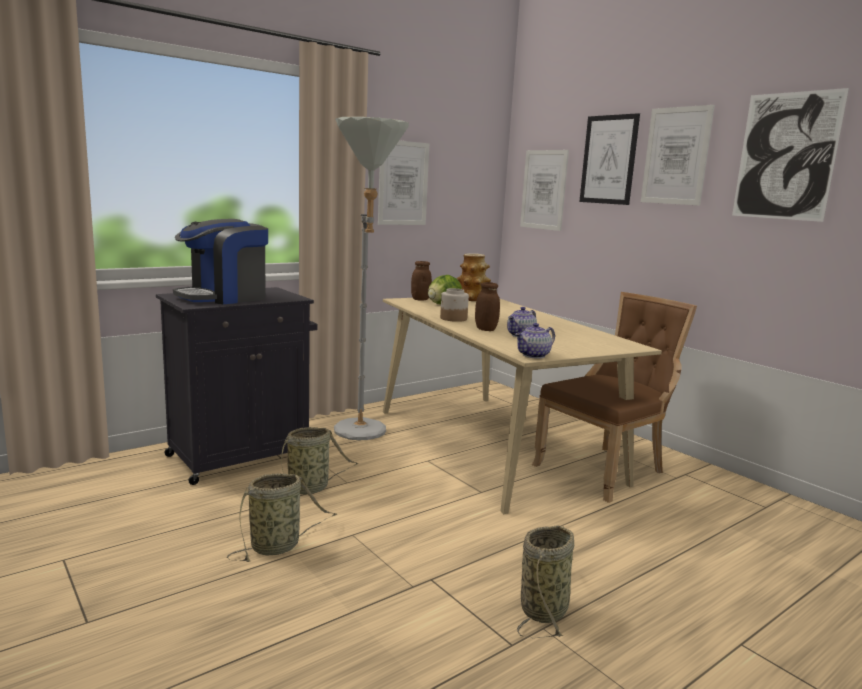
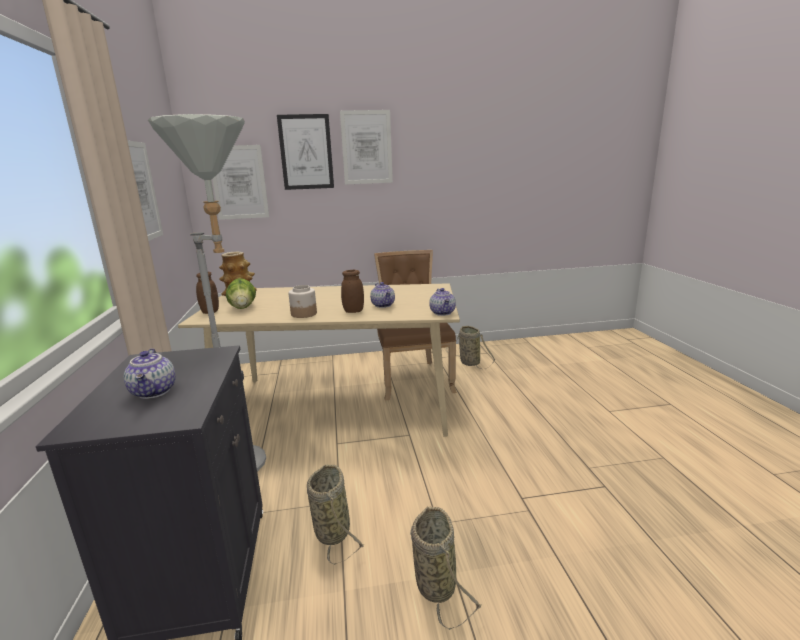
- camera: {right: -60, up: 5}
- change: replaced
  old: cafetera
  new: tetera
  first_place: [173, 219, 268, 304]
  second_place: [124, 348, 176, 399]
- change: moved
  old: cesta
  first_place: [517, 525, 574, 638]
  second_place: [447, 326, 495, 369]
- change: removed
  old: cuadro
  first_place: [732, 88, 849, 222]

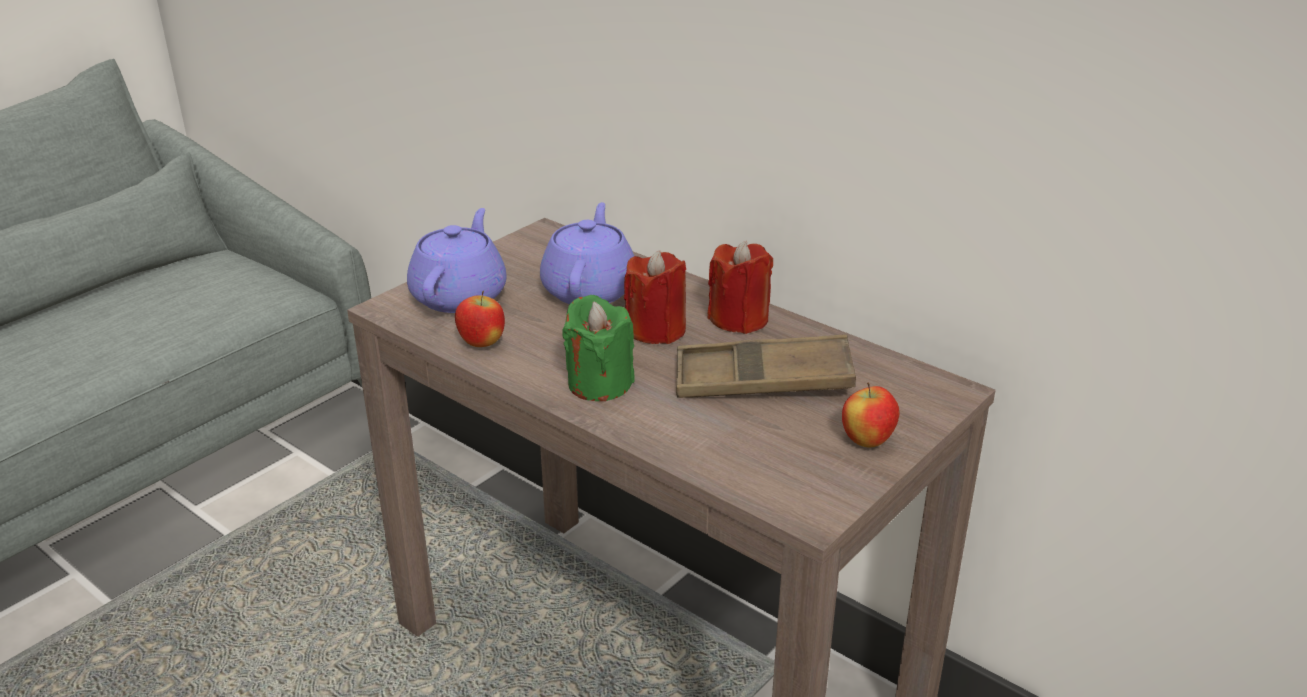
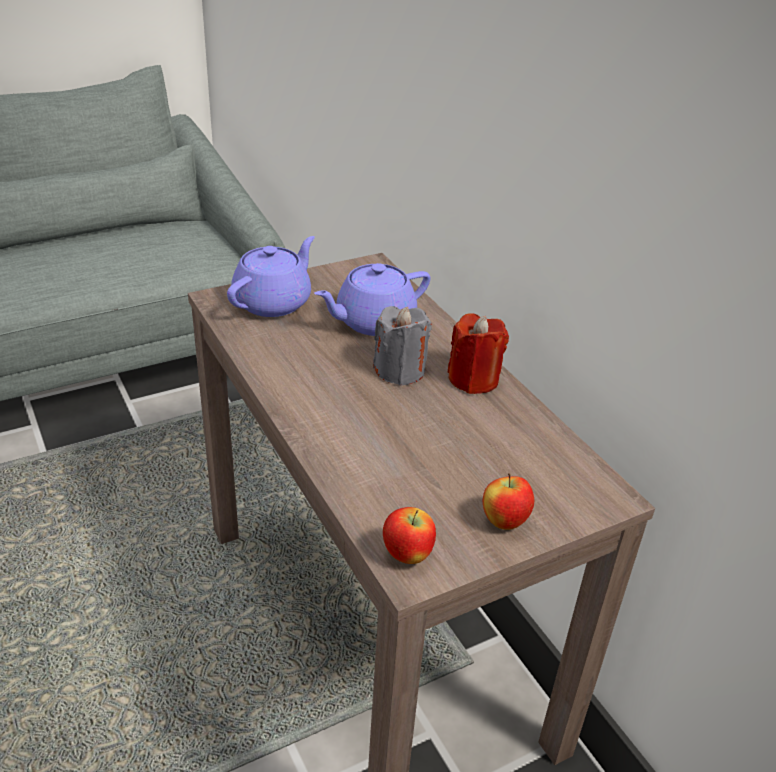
- camera: {right: 20, up: 5}
- change: moved
  old: manzana
  first_place: [455, 291, 505, 347]
  second_place: [383, 507, 436, 564]
- change: turned
  old: tetera/morado
  first_place: [540, 202, 634, 304]
  second_place: [314, 263, 430, 336]
  degrees: -150
- change: removed
  old: vela/verde
  first_place: [562, 295, 635, 401]
- change: recoloured
  old: vela/rojo
  new: vela/gris
  first_place: [624, 250, 686, 344]
  second_place: [373, 306, 432, 386]
- change: removed
  old: bandeja/marrón
  first_place: [676, 335, 856, 398]

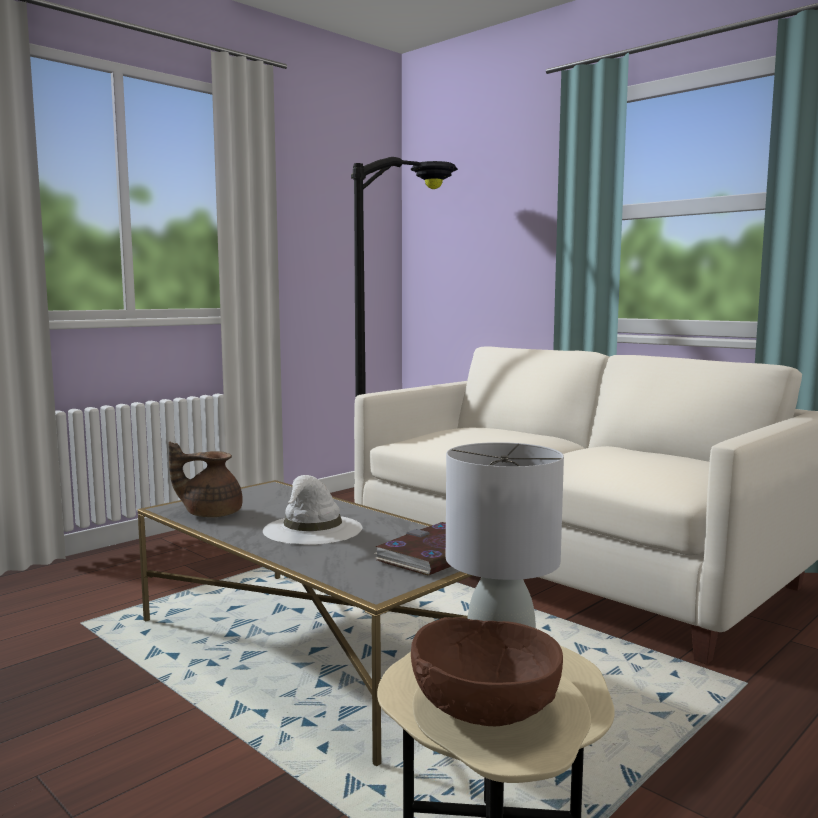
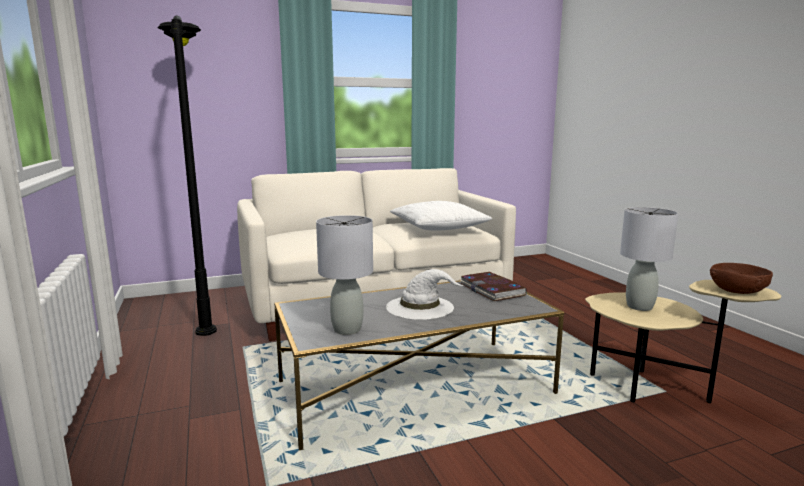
- camera: {right: -65, up: 5}
- change: replaced
  old: tetera/marrón
  new: lámpara de mesa/gris
  first_place: [169, 442, 243, 517]
  second_place: [316, 215, 373, 335]
- change: added
  new: cojín/blanco
  second_place: [390, 201, 492, 231]

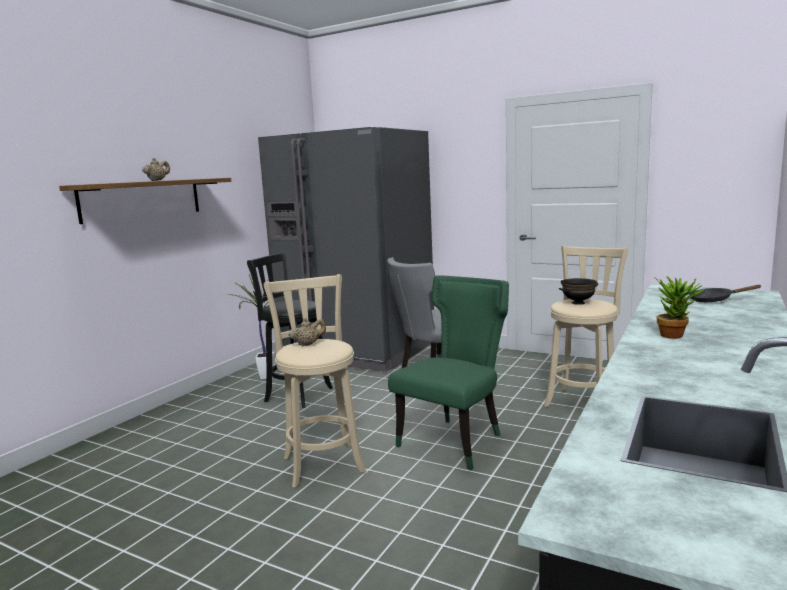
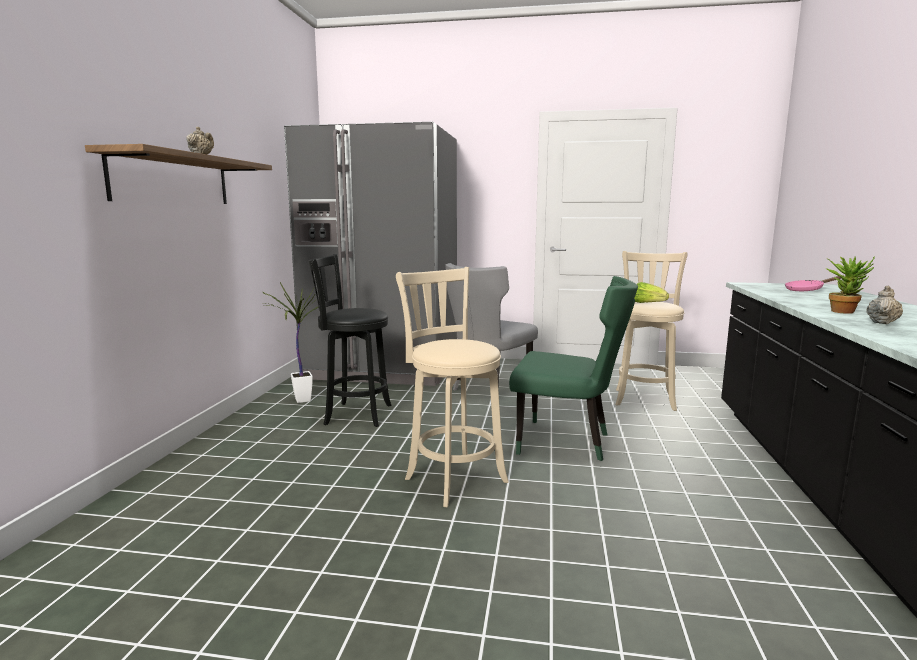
- camera: {right: -20, up: 0}
- change: moved
  old: tetera/beis
  first_place: [288, 318, 326, 346]
  second_place: [866, 286, 903, 324]
- change: turned
  old: silla/verde
  first_place: [388, 276, 509, 470]
  second_place: [509, 276, 638, 461]
  degrees: 90
- change: replaced
  old: cuenco/negro
  new: lechuga
  first_place: [559, 278, 598, 305]
  second_place: [634, 282, 669, 303]
- change: recoloured
  old: sartén/negro
  new: sartén/rosa
  first_place: [689, 285, 762, 302]
  second_place: [785, 276, 841, 291]

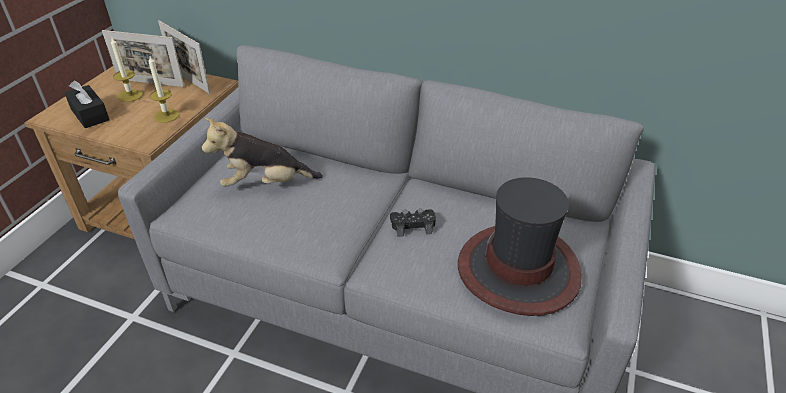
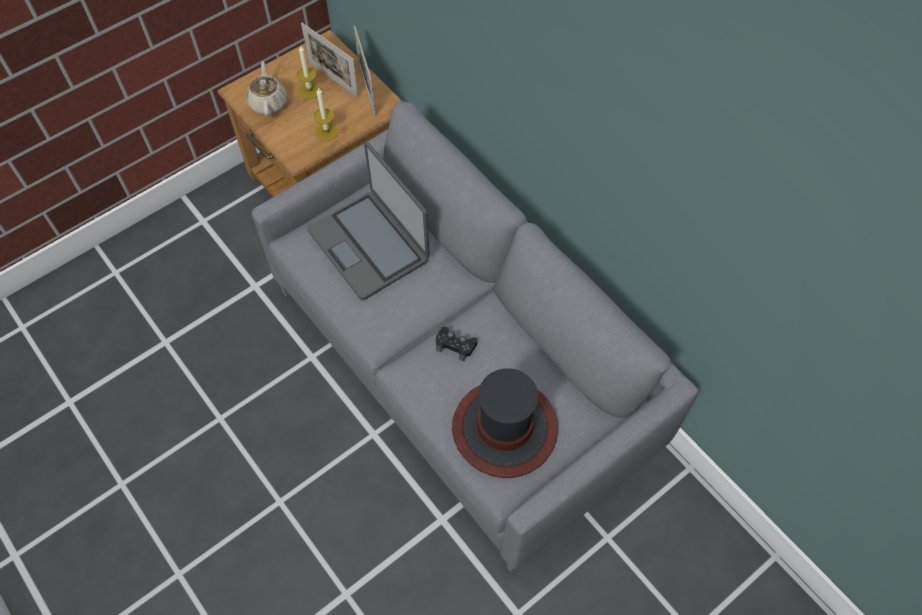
- camera: {right: 30, up: 20}
- change: replaced
  old: caja de pañuelos/negro
  new: tetera/beis
  first_place: [65, 81, 110, 128]
  second_place: [247, 61, 287, 117]
- change: replaced
  old: peluche
  new: portátil
  first_place: [201, 118, 323, 187]
  second_place: [307, 141, 430, 300]

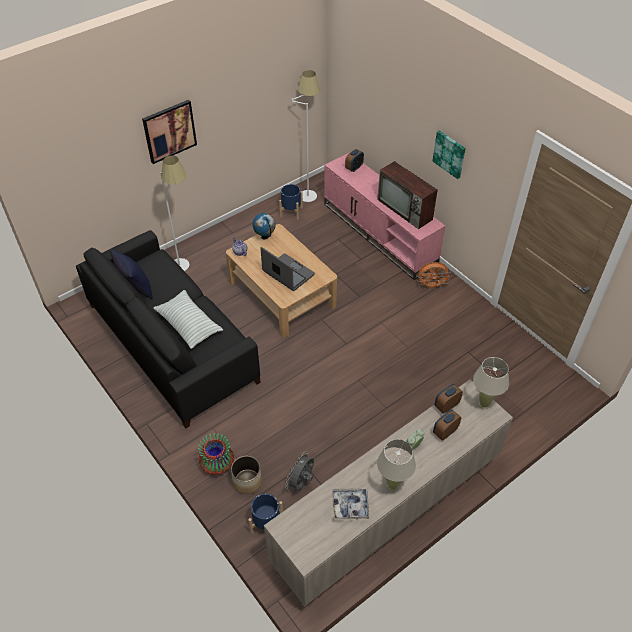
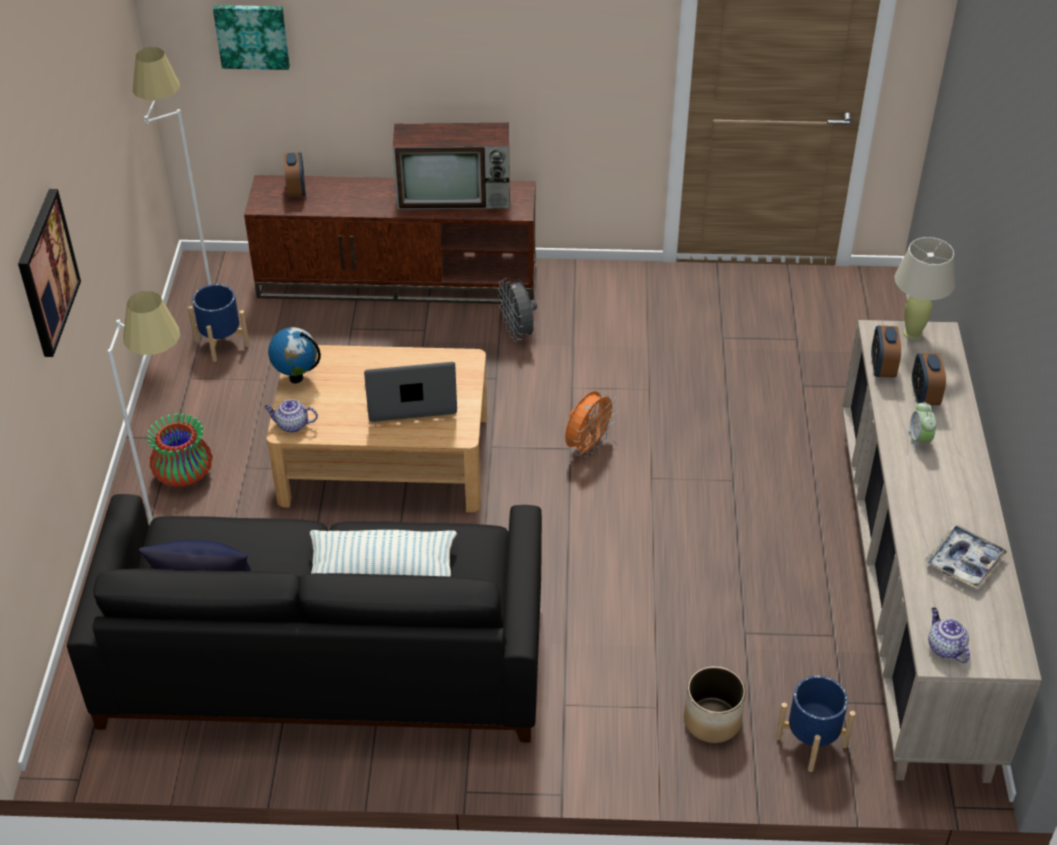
- camera: {right: -50, up: -5}
- change: moved
  old: florero
  first_place: [198, 433, 234, 475]
  second_place: [146, 413, 213, 487]
- change: moved
  old: ventilador/gris
  first_place: [285, 451, 314, 492]
  second_place: [498, 278, 537, 342]
- change: recoloured
  old: mueble de televisión/rosa
  new: mueble de televisión/marrón
  first_place: [324, 152, 445, 280]
  second_place: [244, 175, 536, 304]
- change: removed
  old: lámpara de mesa/beis
  first_place: [377, 439, 416, 491]
- change: moved
  old: ventilador/naranja
  first_place: [417, 262, 452, 289]
  second_place: [565, 391, 617, 458]
- change: moved
  old: cuadro
  first_place: [433, 131, 466, 179]
  second_place: [213, 5, 290, 70]
- change: added
  new: tetera
  second_place: [928, 607, 970, 663]

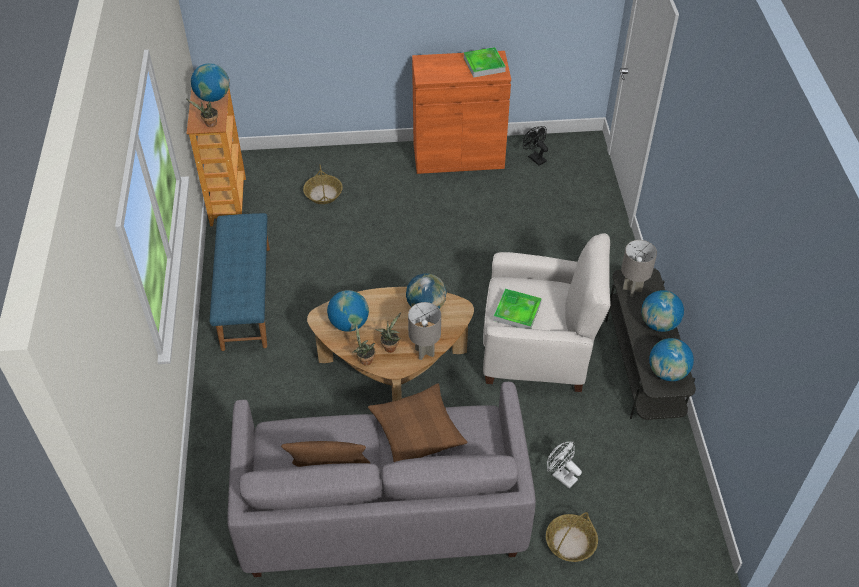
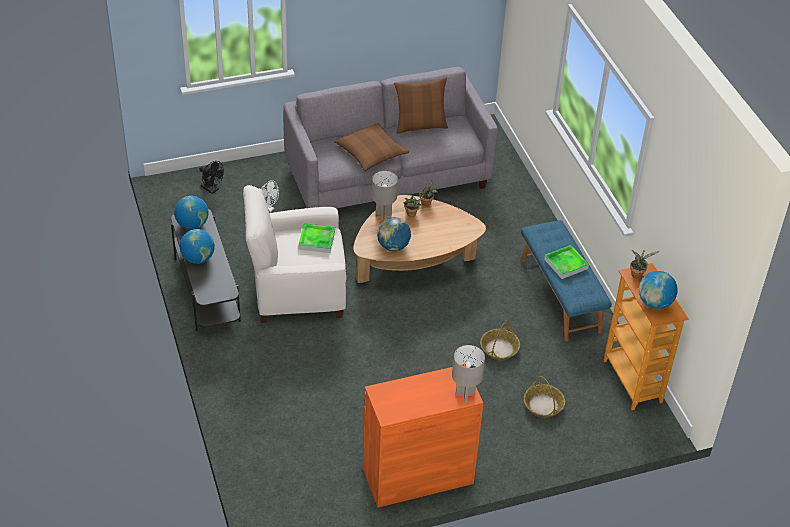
- camera: {right: 165, up: -5}
- change: removed
  old: globo terráqueo
  first_place: [327, 290, 369, 332]
- change: moved
  old: bandeja
  first_place: [464, 47, 506, 78]
  second_place: [544, 245, 589, 279]
- change: moved
  old: ventilador/negro
  first_place: [523, 126, 548, 165]
  second_place: [199, 161, 224, 194]
- change: moved
  old: cesta
  first_place: [546, 512, 598, 562]
  second_place: [480, 321, 520, 360]
- change: moved
  old: lámpara de mesa/gris
  first_place: [621, 240, 657, 297]
  second_place: [452, 345, 485, 402]

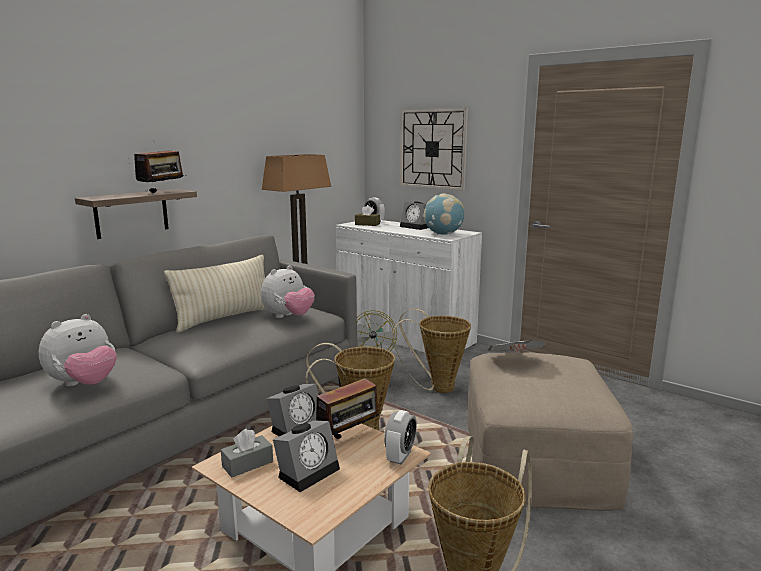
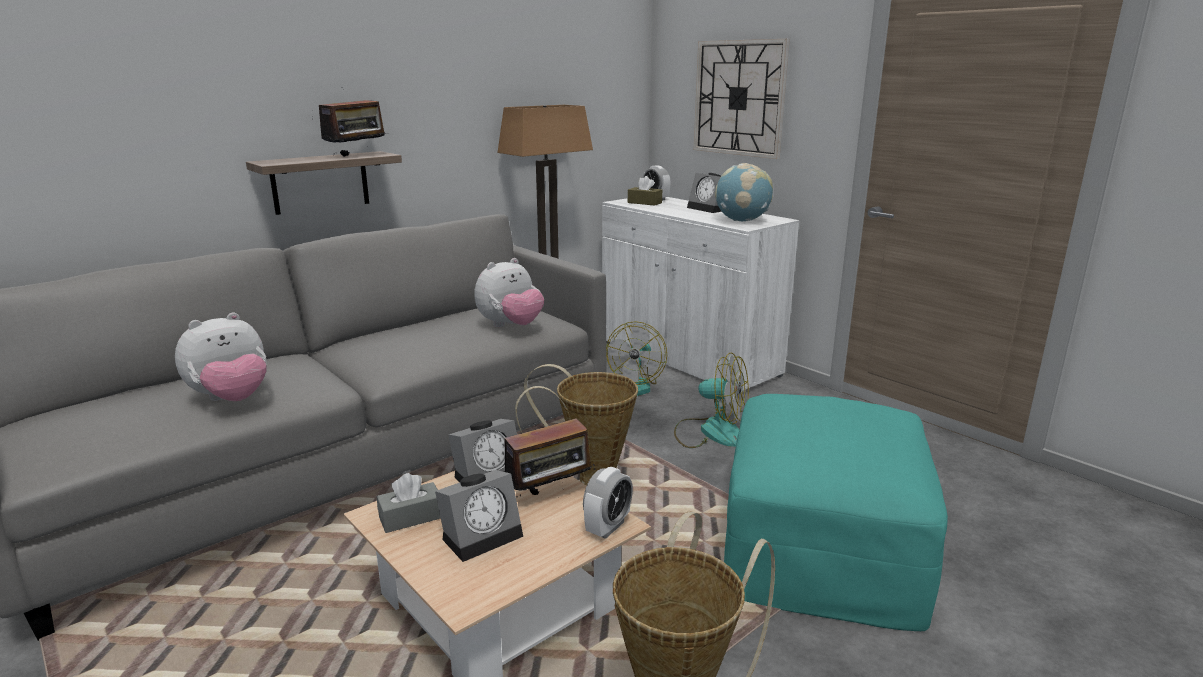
- camera: {right: 10, up: 5}
- change: removed
  old: cojín/beis
  first_place: [164, 255, 267, 333]
- change: replaced
  old: cesta
  new: ventilador
  first_place: [393, 309, 471, 393]
  second_place: [674, 353, 749, 448]
- change: recoloured
  old: puf/beis
  new: puf/turquesa
  first_place: [468, 352, 633, 511]
  second_place: [724, 394, 948, 631]
- change: removed
  old: periódico
  first_place: [487, 340, 546, 352]

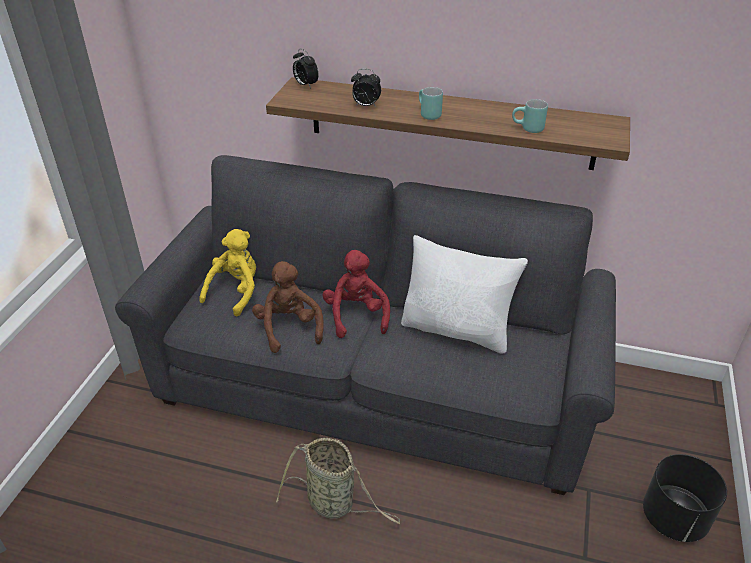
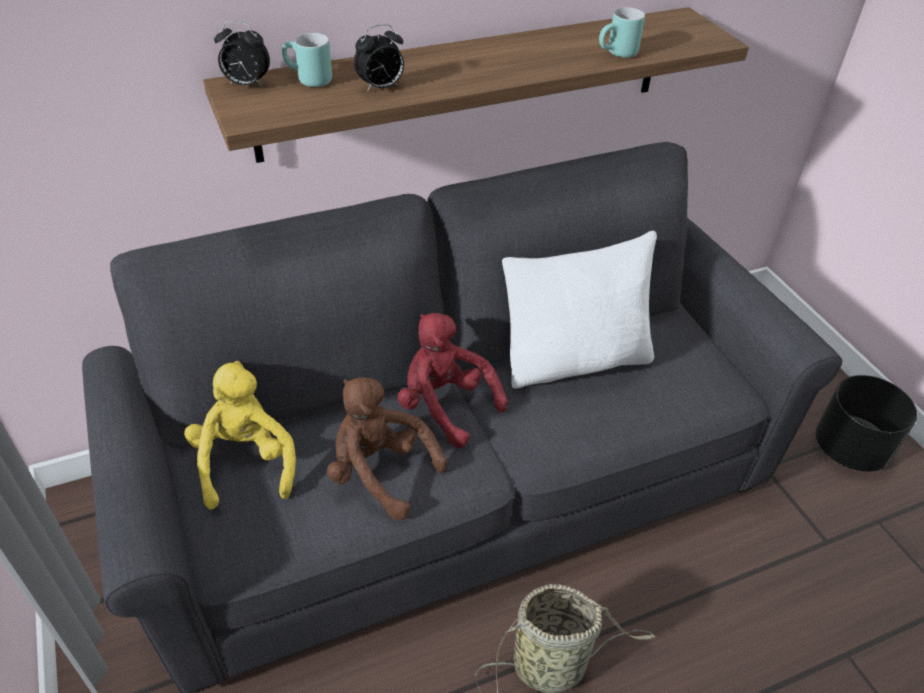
- camera: {right: -40, up: 5}
- change: moved
  old: taza grande/turquesa
  first_place: [419, 87, 443, 120]
  second_place: [282, 33, 332, 87]

